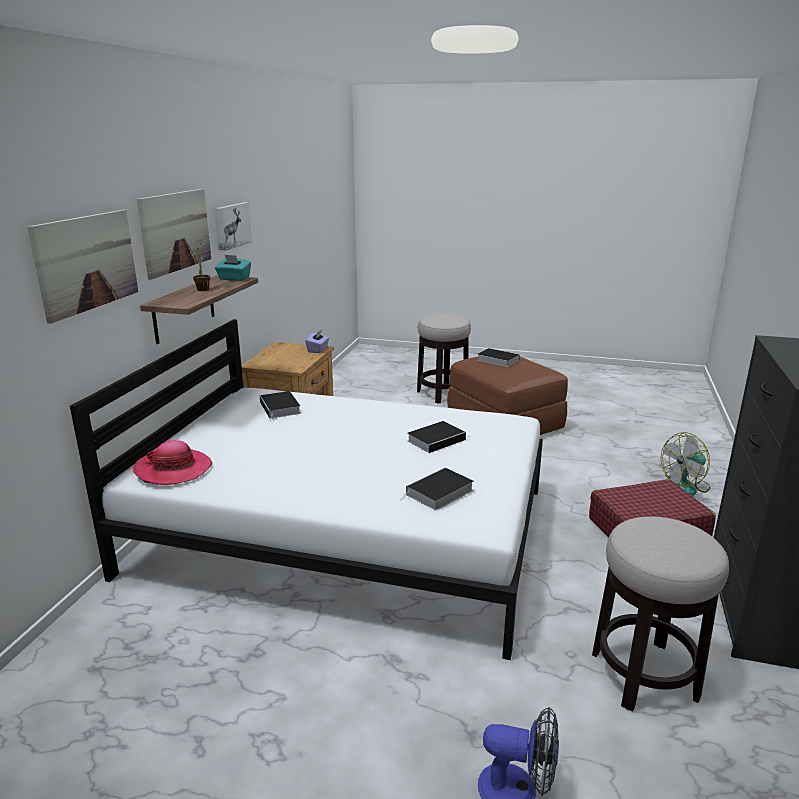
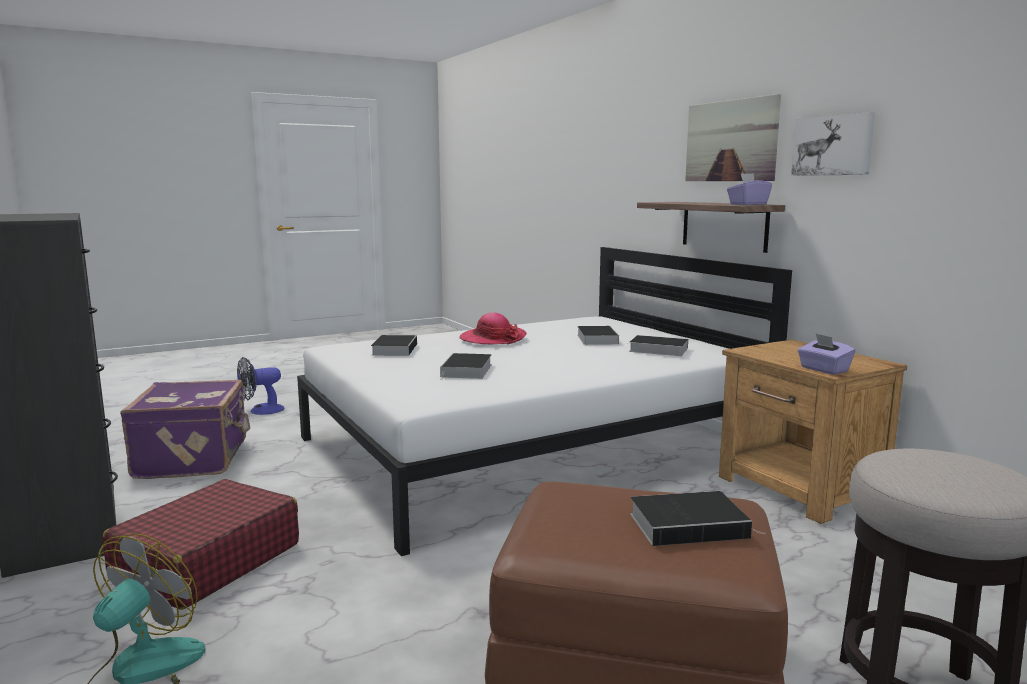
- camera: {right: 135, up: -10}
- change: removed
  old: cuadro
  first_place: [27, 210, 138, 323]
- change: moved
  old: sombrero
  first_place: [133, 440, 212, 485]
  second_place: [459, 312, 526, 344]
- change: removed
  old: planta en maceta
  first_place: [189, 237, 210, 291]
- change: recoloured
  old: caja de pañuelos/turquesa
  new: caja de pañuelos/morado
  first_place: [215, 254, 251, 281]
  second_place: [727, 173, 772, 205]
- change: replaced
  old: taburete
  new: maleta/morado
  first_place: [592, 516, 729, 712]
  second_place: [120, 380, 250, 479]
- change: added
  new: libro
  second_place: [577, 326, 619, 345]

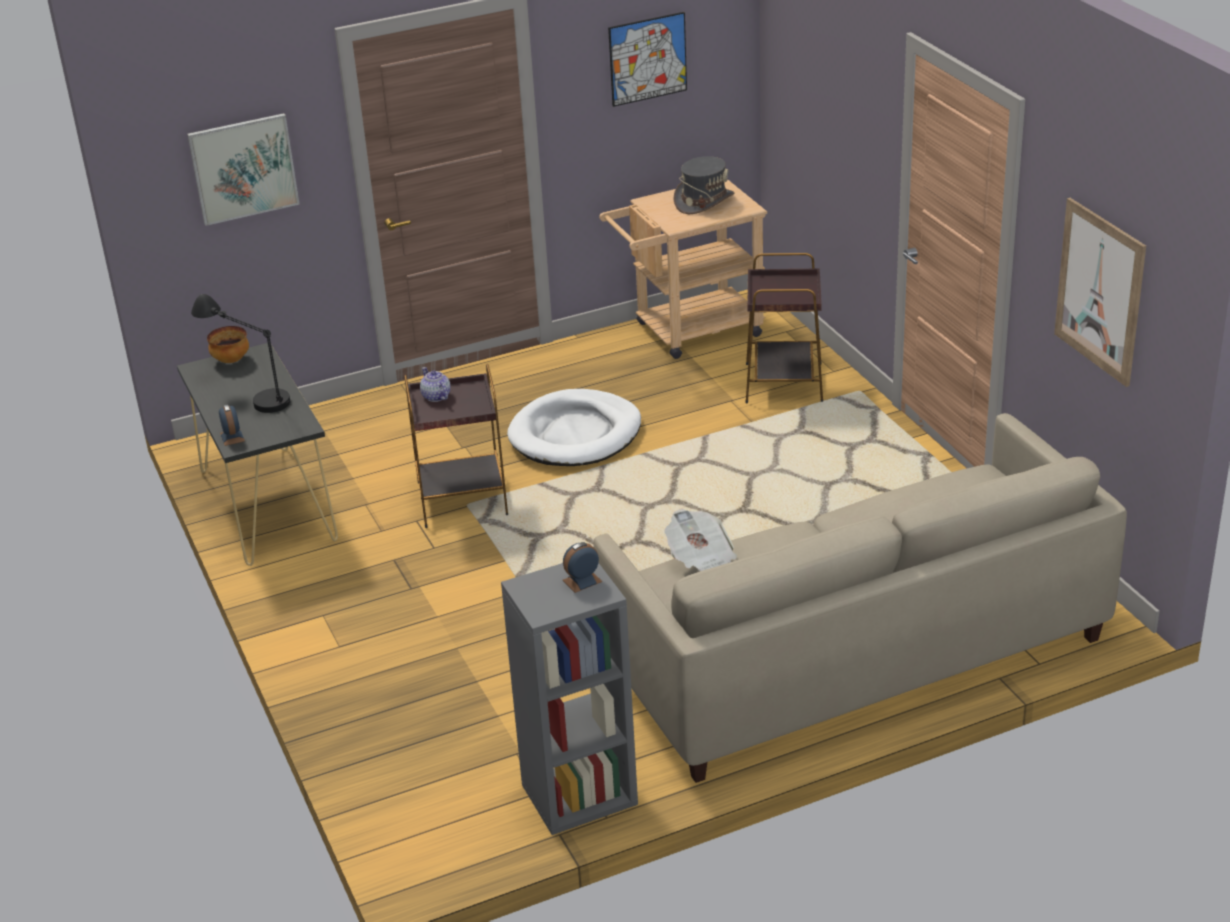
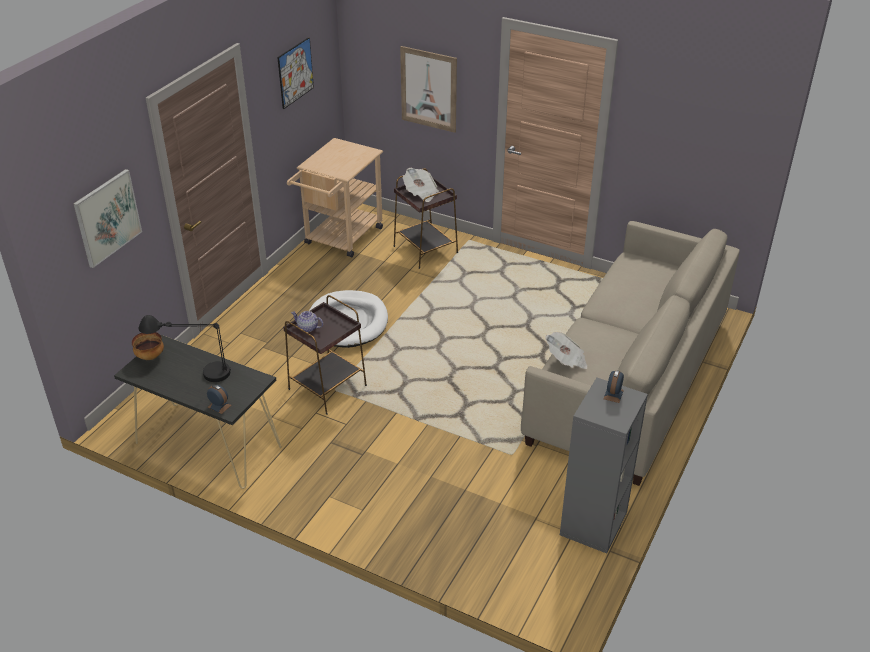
- camera: {right: -40, up: 5}
- change: removed
  old: sombrero/gris
  first_place: [674, 156, 735, 214]
- change: moved
  old: cuadro
  first_place: [1054, 198, 1146, 387]
  second_place: [400, 46, 457, 133]
- change: added
  new: periódico
  second_place: [403, 168, 439, 202]

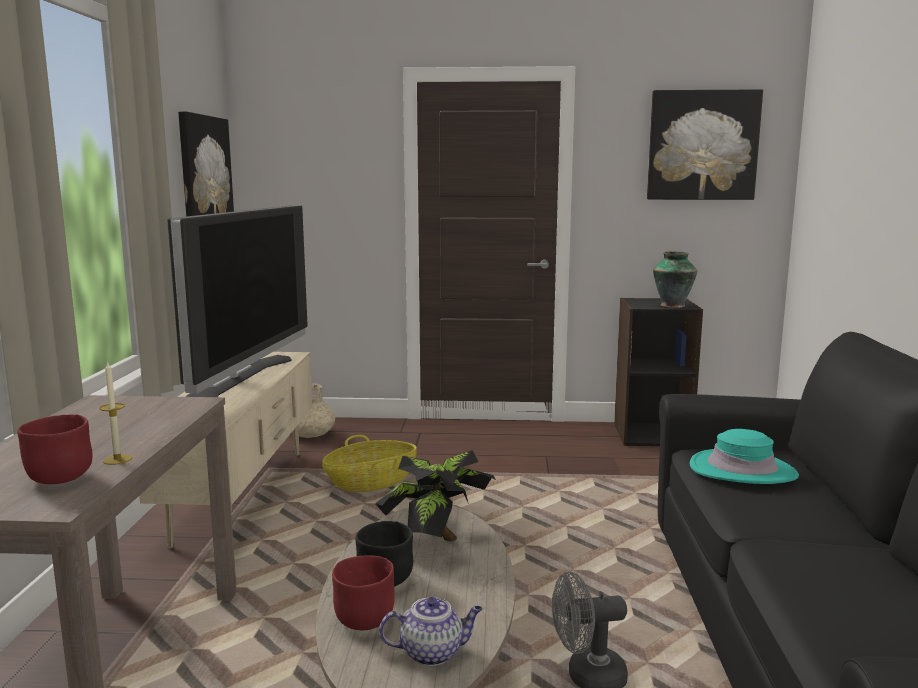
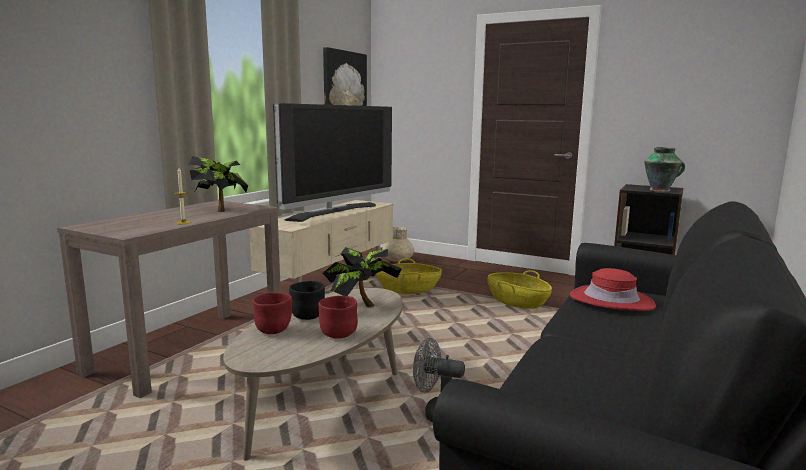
- camera: {right: 25, up: 0}
- change: moved
  old: cuenco/rojo
  first_place: [17, 414, 93, 484]
  second_place: [318, 296, 358, 338]
- change: removed
  old: tetera
  first_place: [379, 597, 483, 666]
- change: removed
  old: cuadro
  first_place: [647, 89, 763, 200]
- change: recoloured
  old: sombrero/turquesa
  new: sombrero/rojo
  first_place: [690, 429, 799, 484]
  second_place: [570, 268, 656, 311]
- change: added
  new: planta en maceta
  second_place: [189, 156, 248, 212]
- change: added
  new: cesta
  second_place: [487, 270, 552, 309]

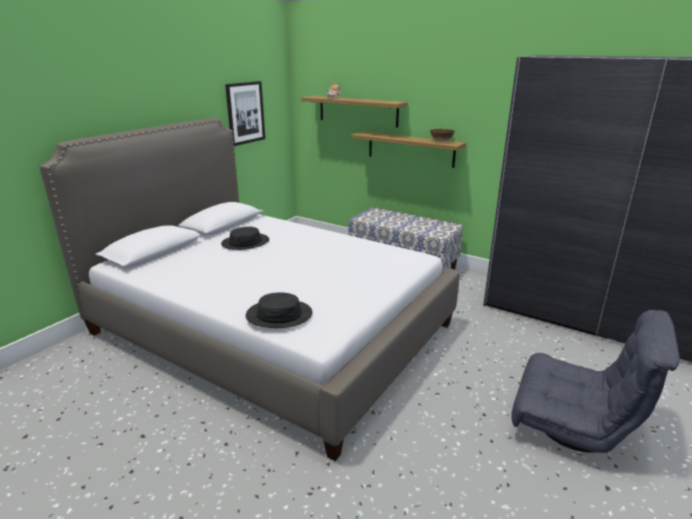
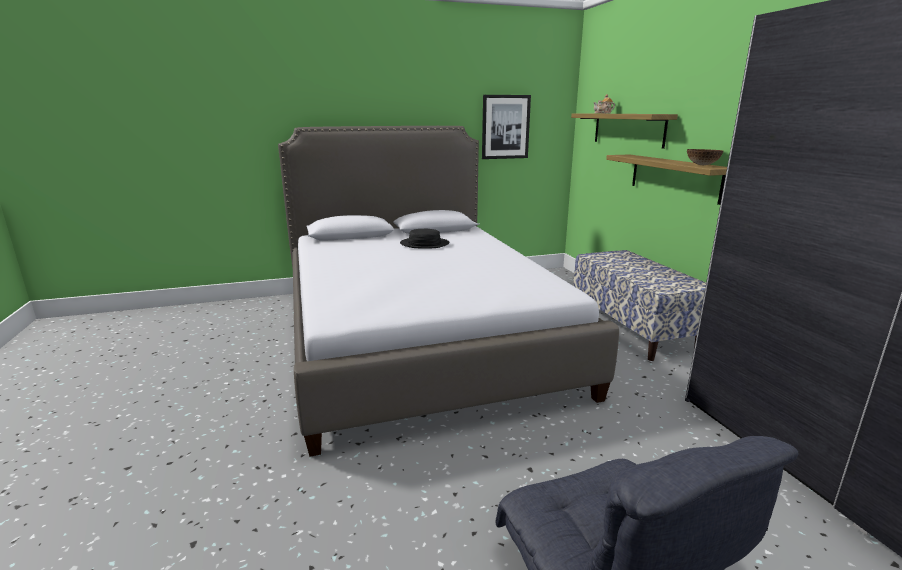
- camera: {right: 40, up: -5}
- change: removed
  old: sombrero/negro
  first_place: [246, 293, 312, 328]

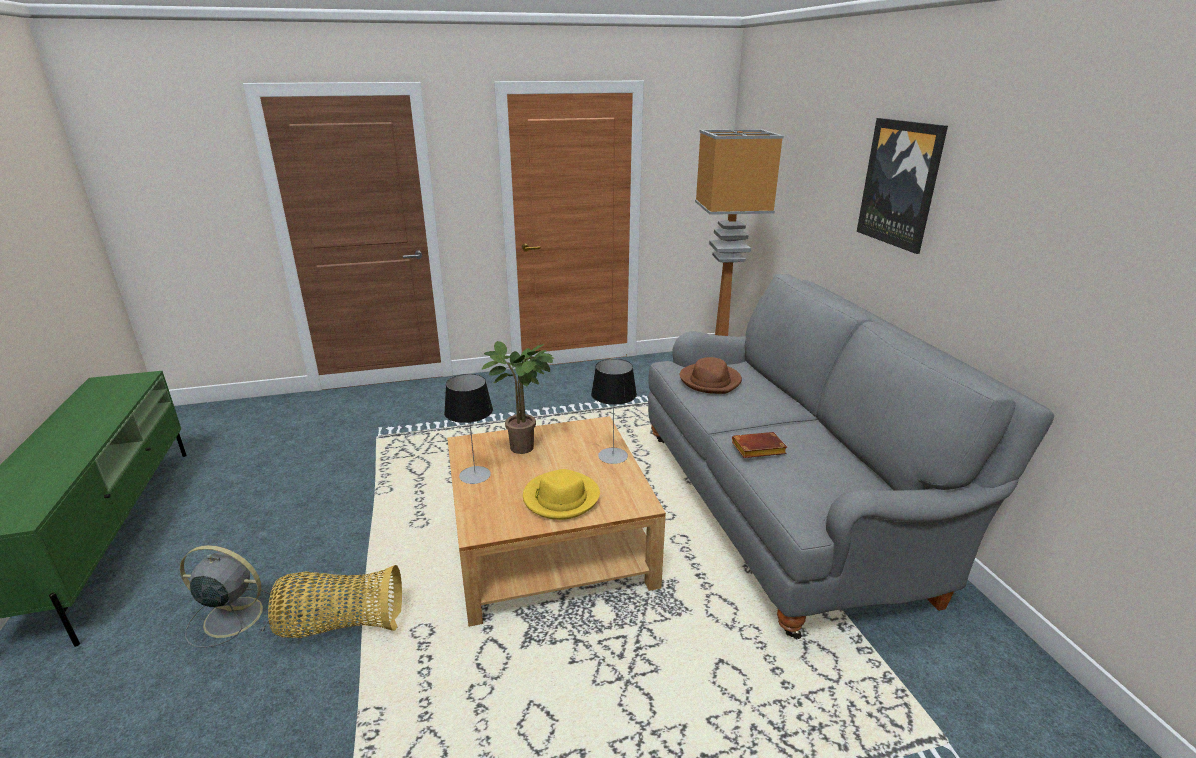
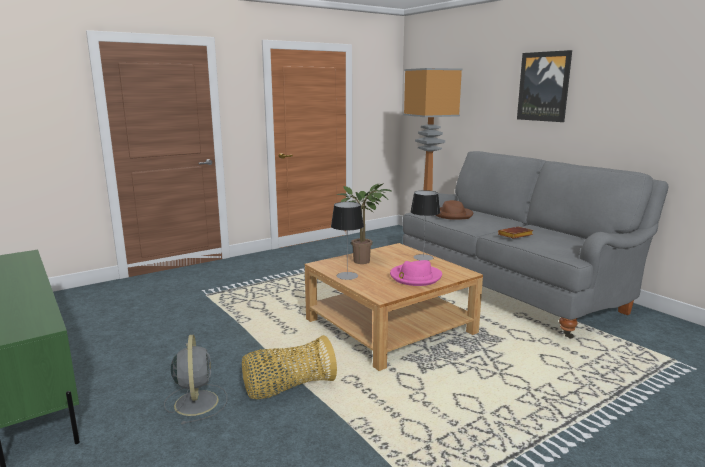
- camera: {right: -20, up: -10}
- change: turned
  old: ventilador/gris
  first_place: [180, 545, 271, 648]
  second_place: [164, 335, 227, 425]
  degrees: 90
- change: recoloured
  old: sombrero/amarillo
  new: sombrero/rosa
  first_place: [523, 469, 600, 520]
  second_place: [390, 260, 442, 286]

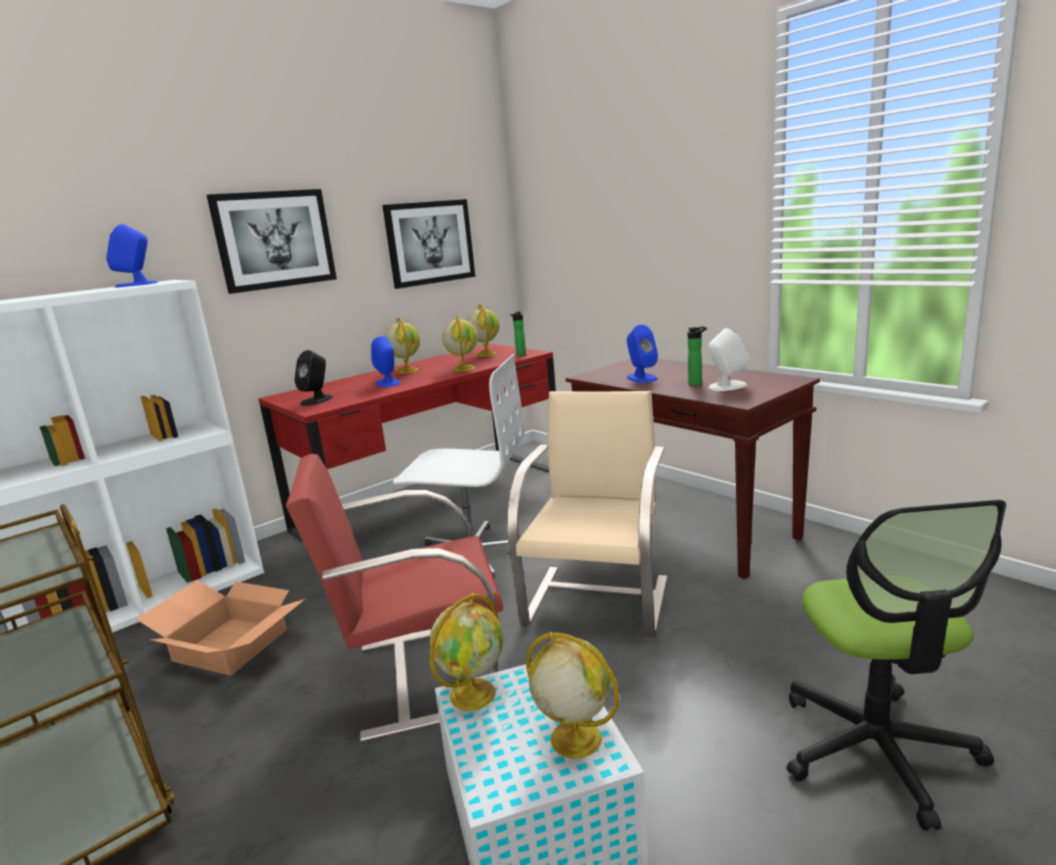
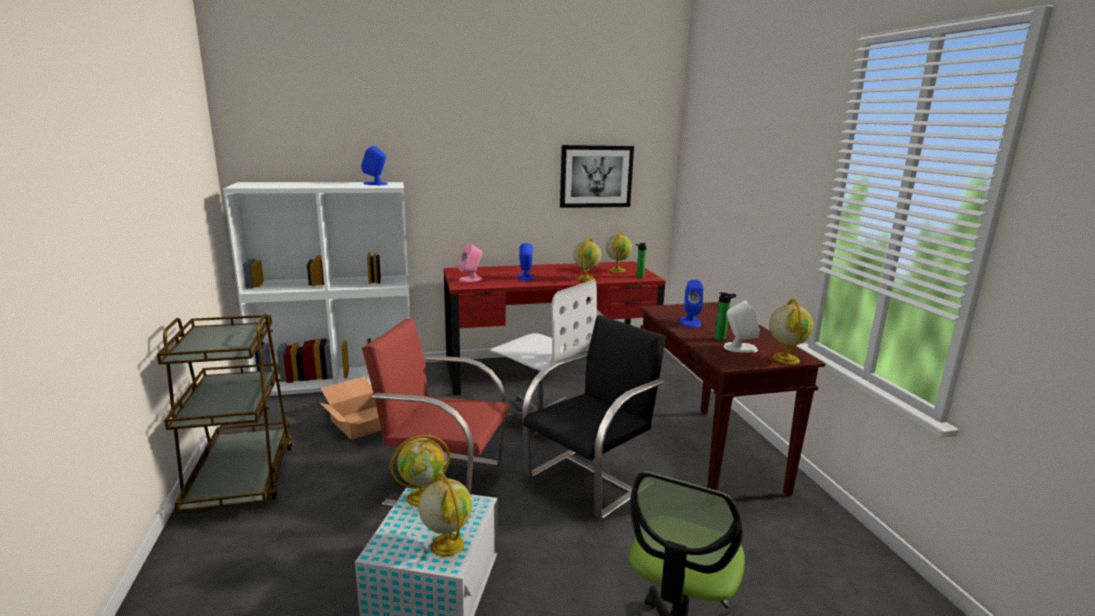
- camera: {right: 25, up: 0}
- change: removed
  old: cuadro
  first_place: [207, 189, 337, 294]
- change: recoloured
  old: altavoz/negro
  new: altavoz/rosa
  first_place: [294, 350, 333, 406]
  second_place: [458, 244, 482, 282]
- change: moved
  old: globo terráqueo
  first_place: [385, 318, 420, 374]
  second_place: [769, 298, 813, 364]
- change: recoloured
  old: silla/beis
  new: silla/negro
  first_place: [507, 391, 668, 638]
  second_place: [522, 315, 666, 519]

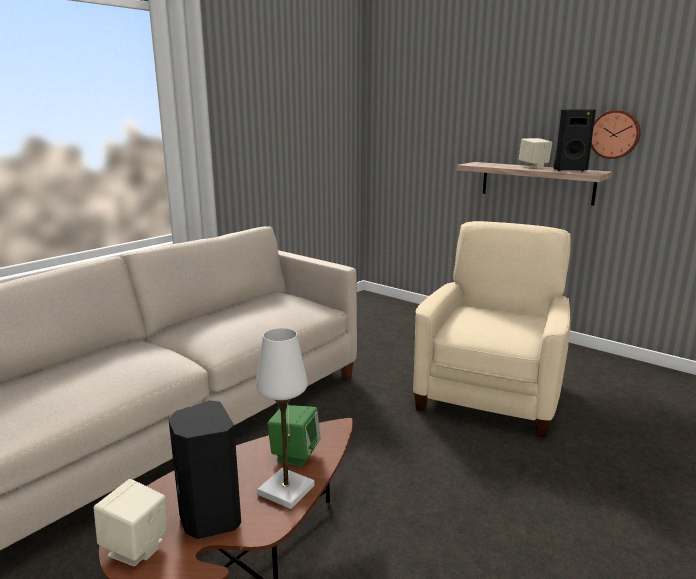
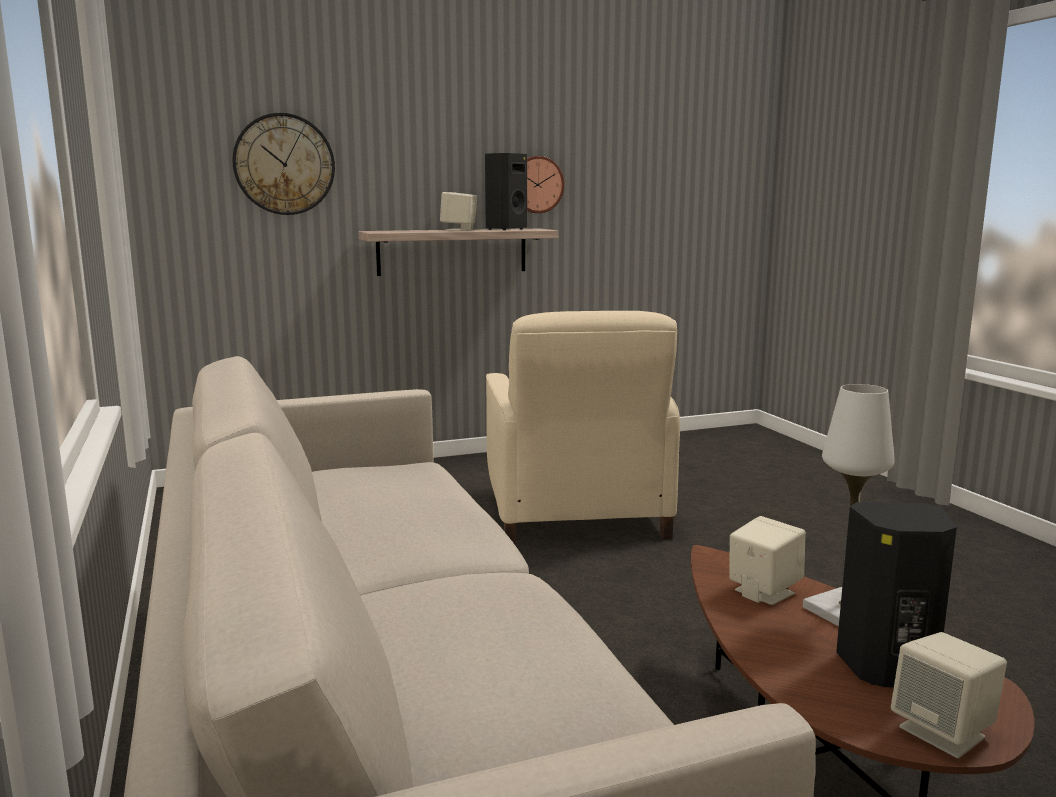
- camera: {right: -60, up: -5}
- change: recoloured
  old: altavoz/verde
  new: altavoz/beis
  first_place: [267, 405, 321, 467]
  second_place: [729, 516, 806, 605]
- change: turned
  old: sillón/beis
  first_place: [413, 221, 571, 438]
  second_place: [486, 311, 680, 545]
  degrees: -150
- change: added
  new: reloj de pared
  second_place: [232, 113, 335, 215]

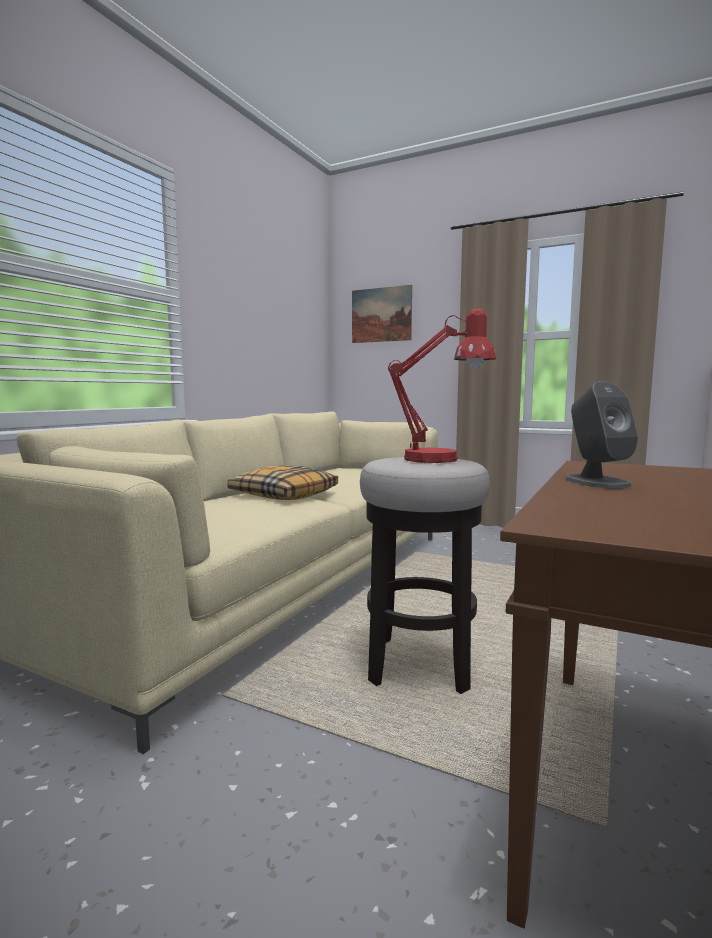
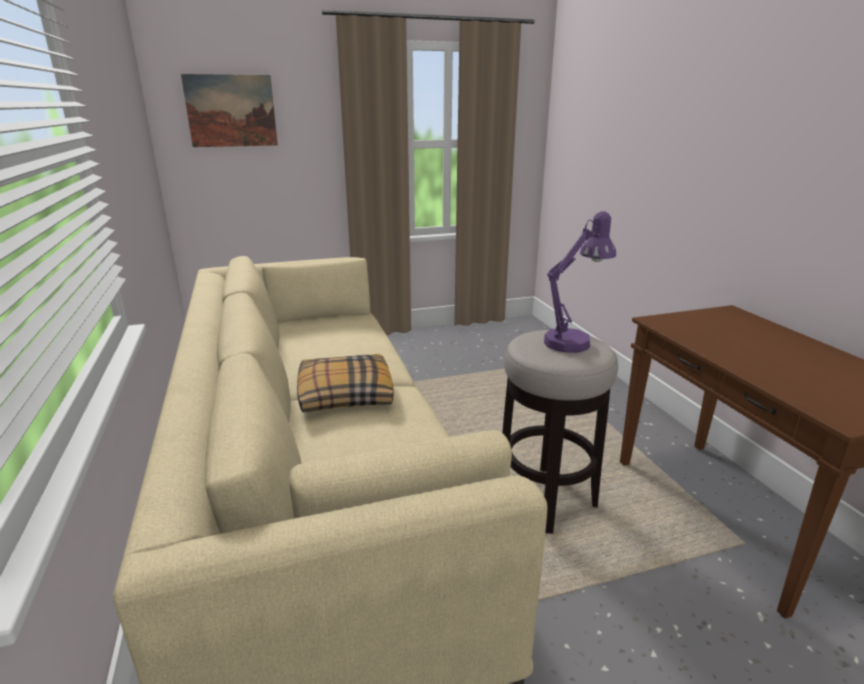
- camera: {right: -45, up: 15}
- change: recoloured
  old: lámpara de mesa/rojo
  new: lámpara de mesa/morado
  first_place: [388, 308, 496, 463]
  second_place: [544, 211, 616, 353]
- change: removed
  old: altavoz/gris
  first_place: [565, 381, 638, 489]

